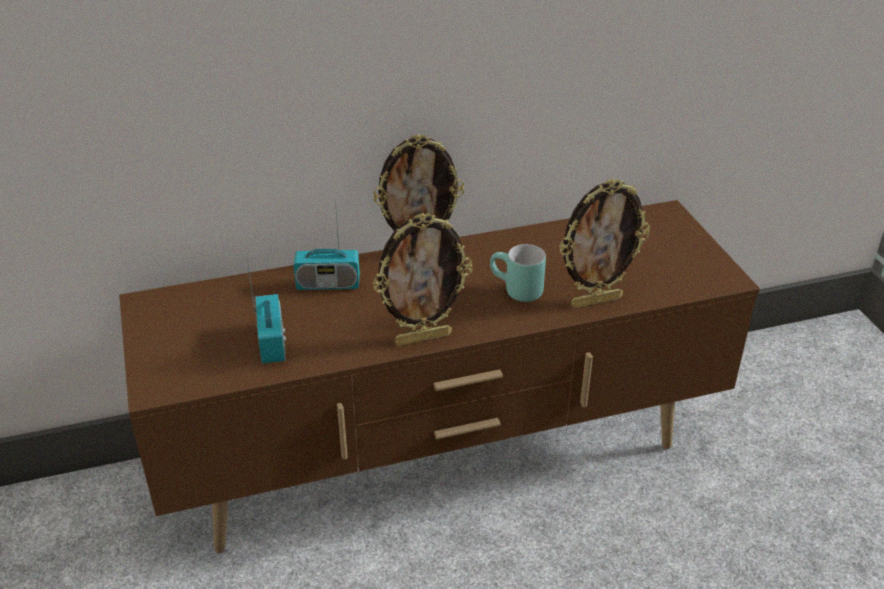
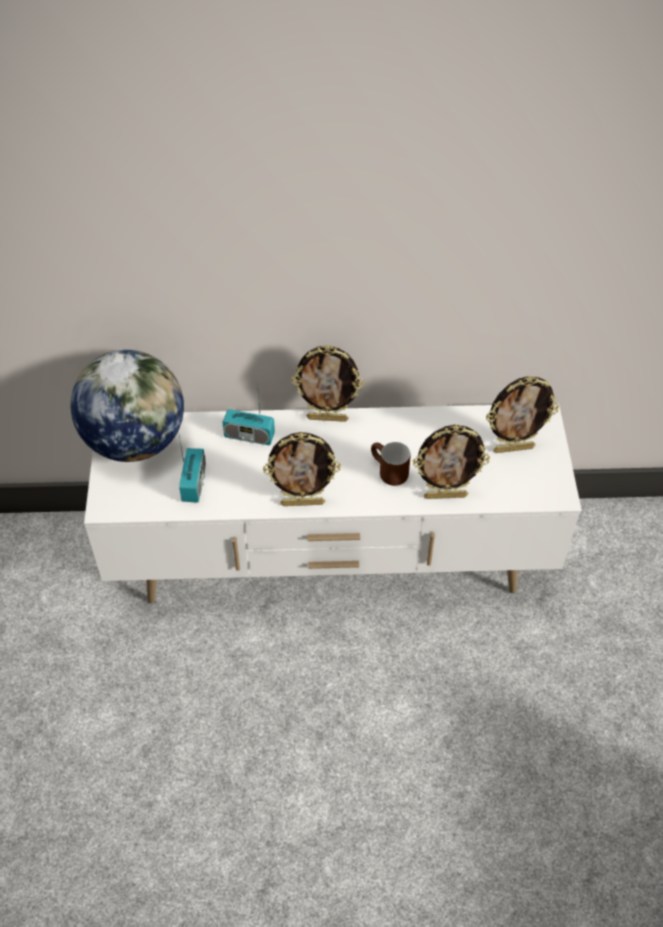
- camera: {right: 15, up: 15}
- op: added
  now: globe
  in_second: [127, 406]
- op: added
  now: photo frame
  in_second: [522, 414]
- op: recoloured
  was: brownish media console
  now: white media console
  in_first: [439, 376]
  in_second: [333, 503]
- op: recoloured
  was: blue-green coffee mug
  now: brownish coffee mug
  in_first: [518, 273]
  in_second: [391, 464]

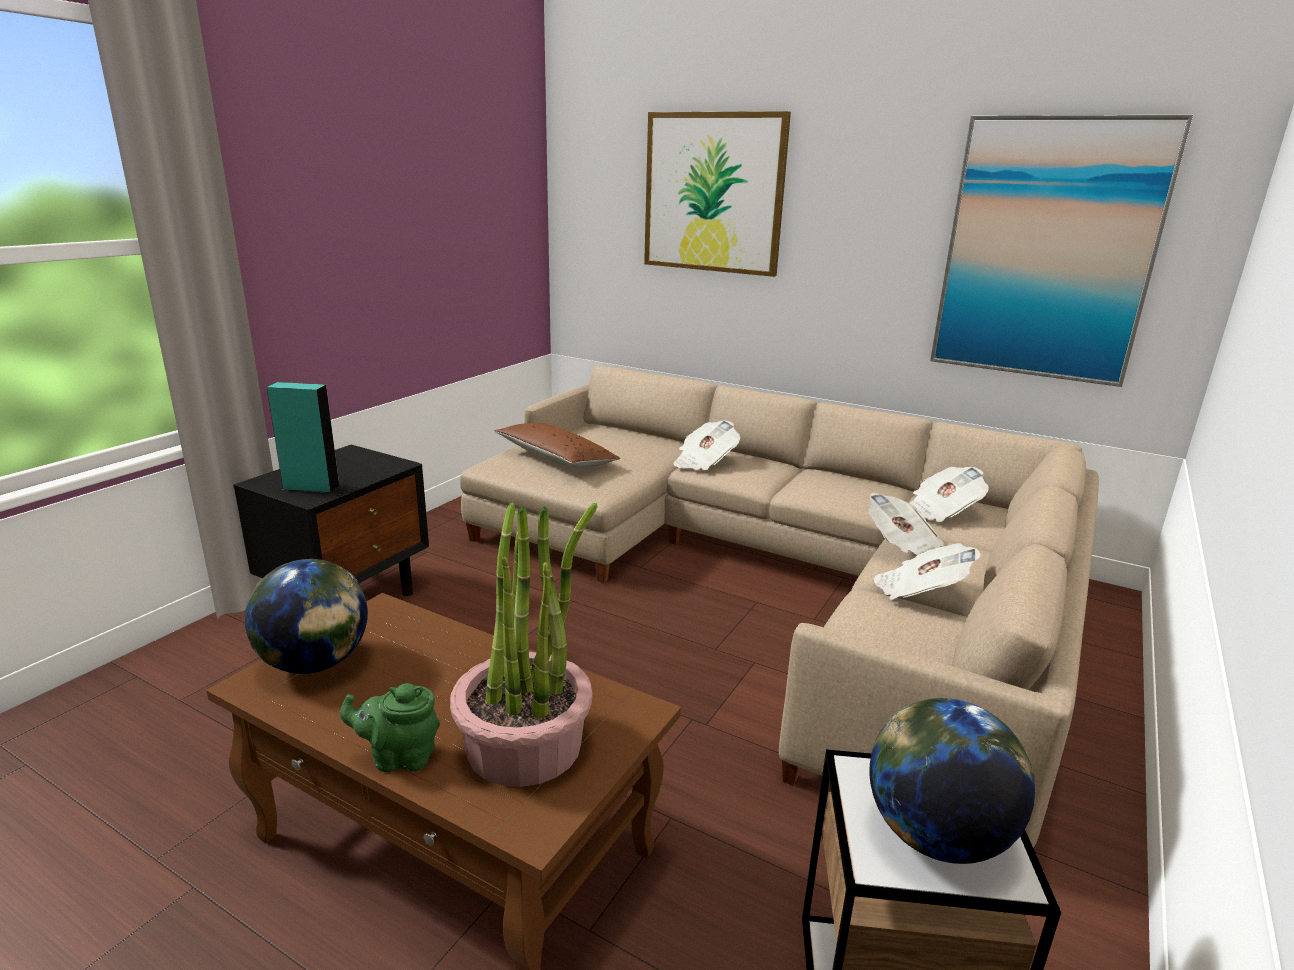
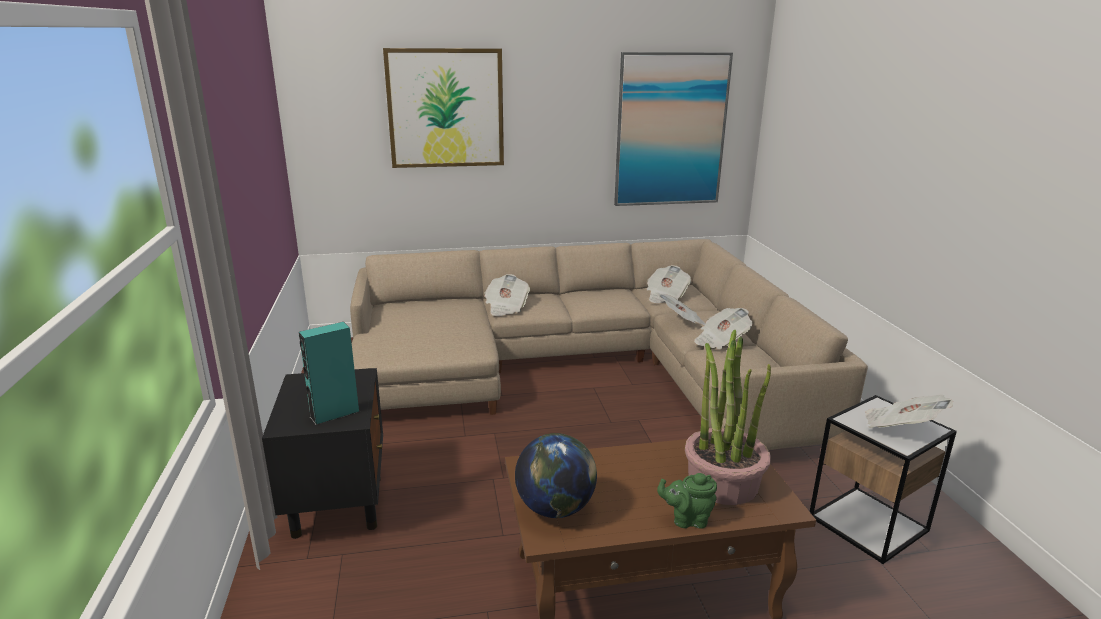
- camera: {right: -40, up: 0}
- op: removed
  was: brownish pillow
  in_first: [557, 445]
- op: replaced
  was: globe
  now: newspaper
  in_first: [952, 781]
  in_second: [909, 411]
- op: turned
  was: green pot for tea
  in_first: [390, 727]
  in_second: [687, 501]
  clockwise: 45

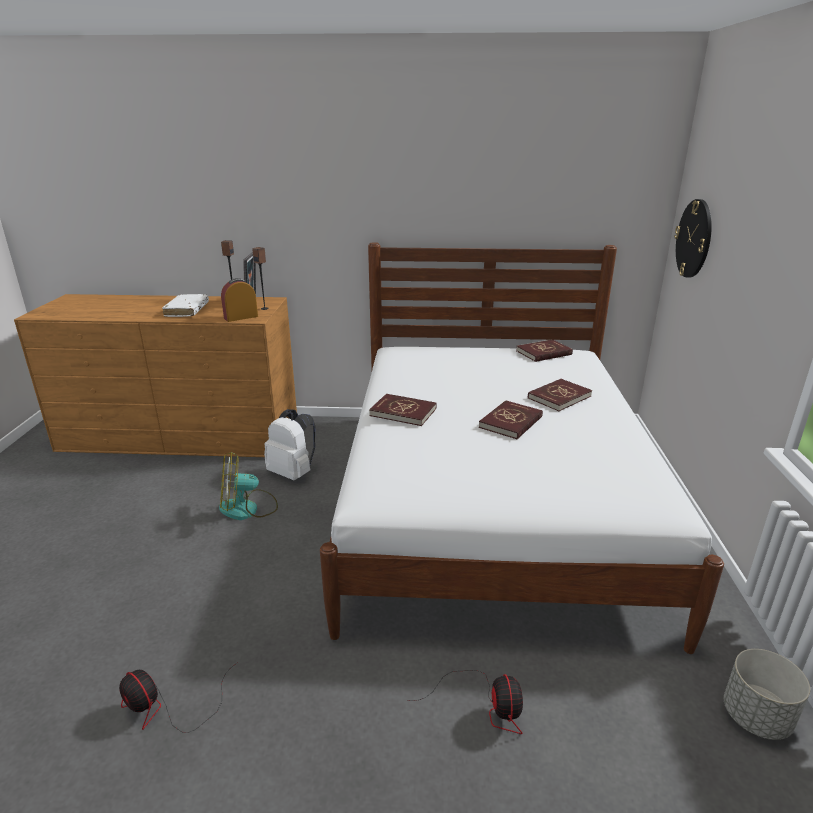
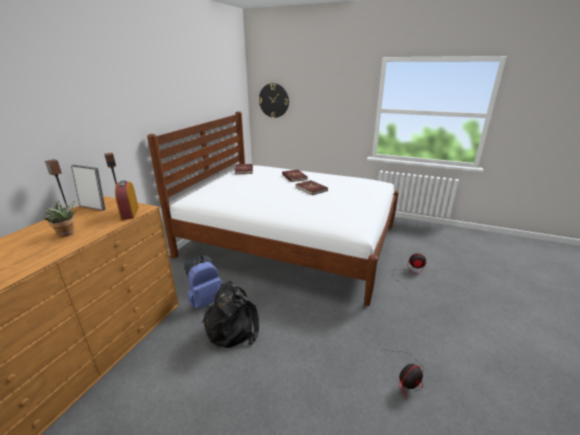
- camera: {right: -70, up: 0}
- op: removed
  was: red-coloured book
  in_first: [402, 410]
- op: removed
  was: gray planter
  in_first: [767, 694]
- op: replaced
  was: white book
  now: potted plant
  in_first: [185, 305]
  in_second: [60, 218]
- op: replaced
  was: cooling fan
  now: black knapsack
  in_first: [248, 486]
  in_second: [230, 314]
- op: recoloured
  was: white knapsack
  now: blue knapsack
  in_first: [290, 445]
  in_second: [203, 282]

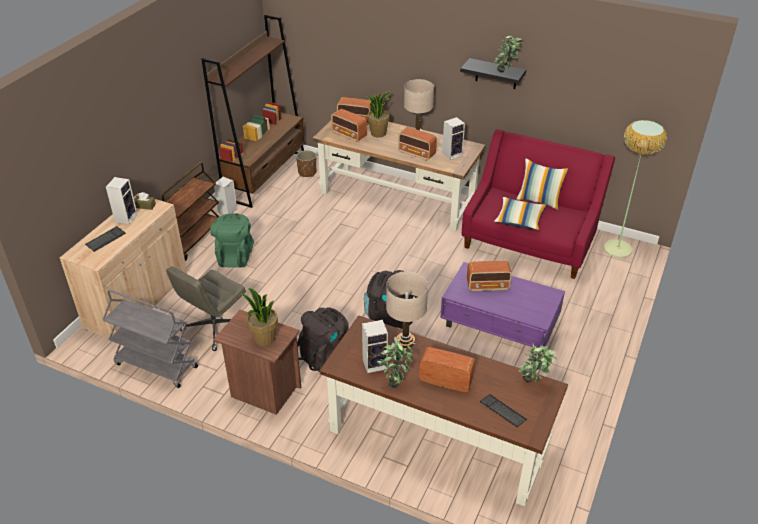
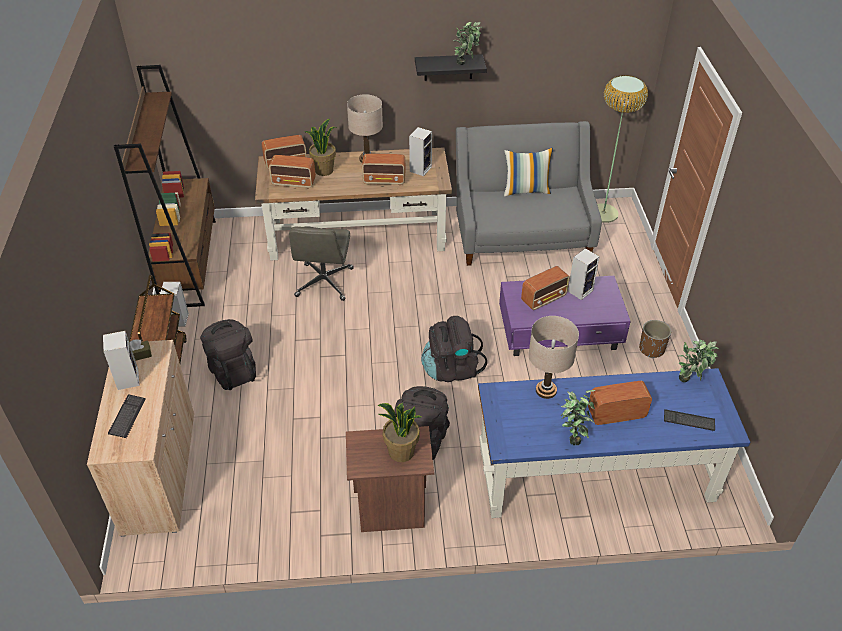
- camera: {right: -30, up: 5}
- op: removed
  was: gray cart
  in_first: [150, 339]
- op: removed
  was: pillow
  in_first: [520, 213]
- op: moved
  was: gray computer chair
  in_first: [206, 308]
  in_second: [321, 263]
- op: moved
  was: brownish planter
  in_first: [306, 163]
  in_second: [655, 339]
- op: moved
  was: audio speaker
  in_first: [375, 346]
  in_second: [584, 274]
- op: recoloured
  was: green knapsack
  now: black knapsack
  in_first: [232, 240]
  in_second: [228, 354]
- op: recoloured
  was: brownish desk table
  now: blue desk table
  in_first: [444, 411]
  in_second: [614, 443]
- op: recoloured
  was: red-coloured couch
  now: gray couch
  in_first: [538, 204]
  in_second: [529, 193]

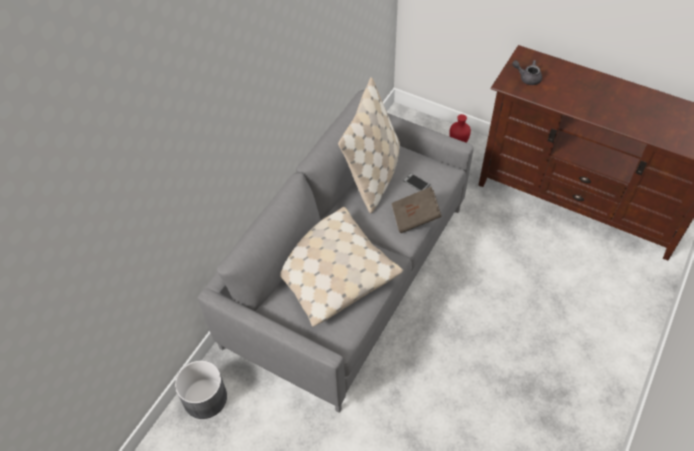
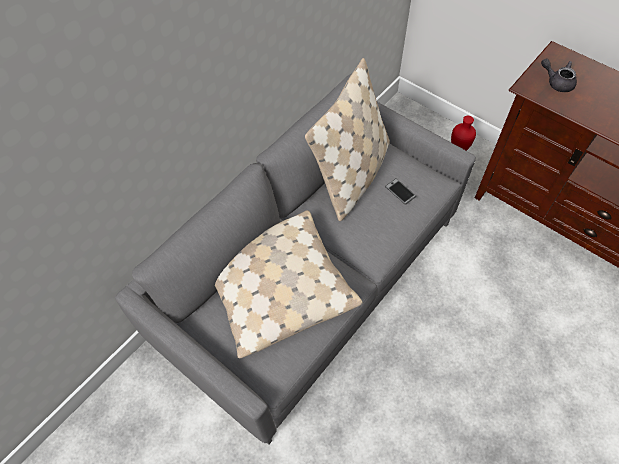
- camera: {right: 10, up: 5}
- op: removed
  was: gray planter
  in_first: [201, 389]
- op: removed
  was: brownish book
  in_first: [416, 210]

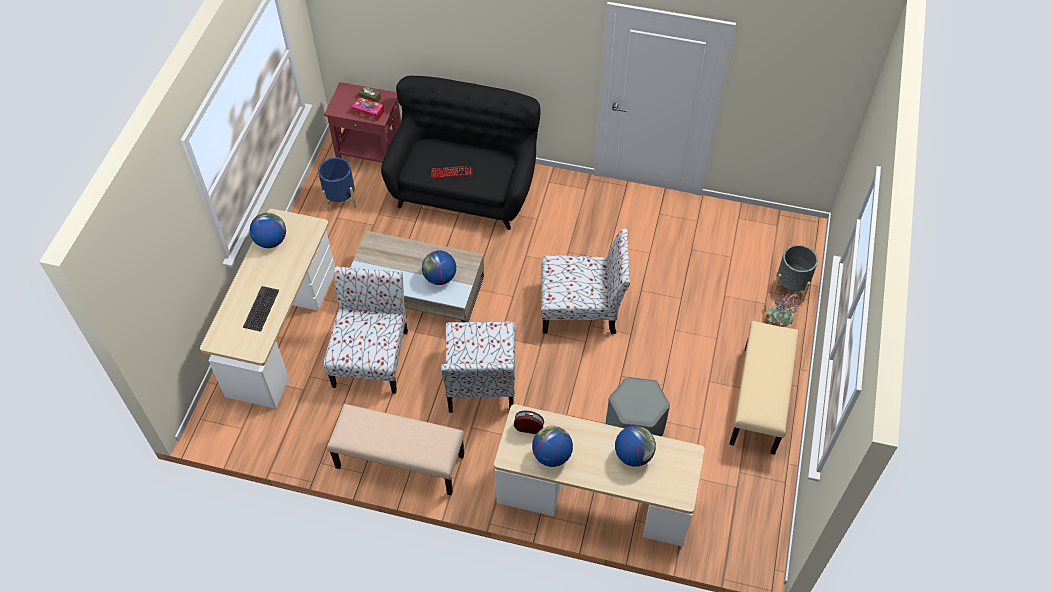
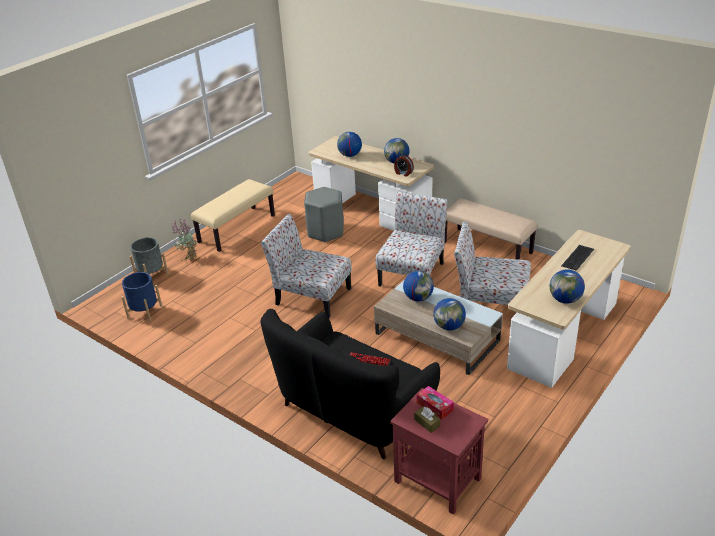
- camera: {right: -155, up: -20}
- op: added
  now: globe
  in_second: [449, 314]
- op: moved
  was: blue planter
  in_first: [337, 184]
  in_second: [141, 296]
- op: turned
  was: plain chair
  in_first: [366, 330]
  in_second: [492, 263]
  clockwise: 75

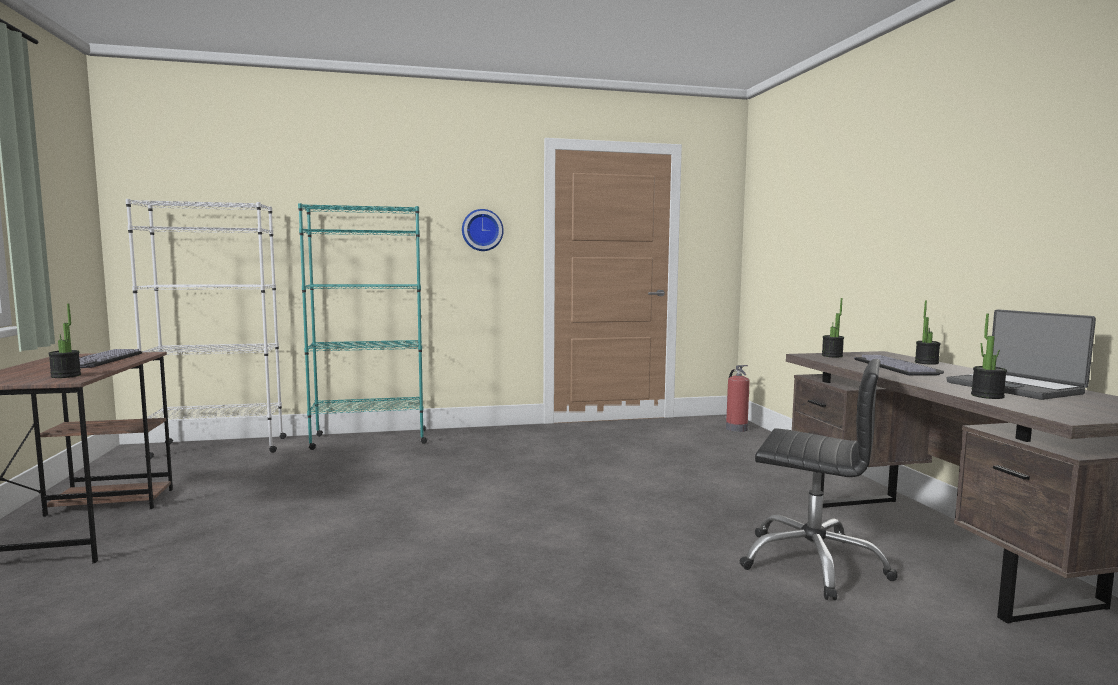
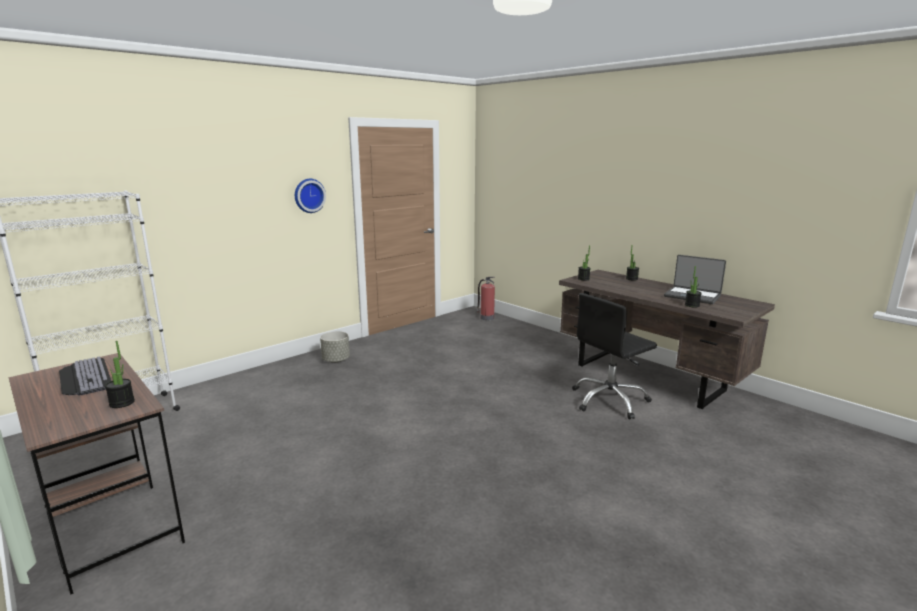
- camera: {right: -30, up: 10}
- op: removed
  was: blue-green bookshelf
  in_first: [362, 326]
- op: removed
  was: computer keyboard
  in_first: [899, 365]
- op: added
  now: gray planter
  in_second: [335, 347]
- op: turned
  was: black computer chair
  in_first: [818, 479]
  in_second: [614, 356]
  clockwise: 150

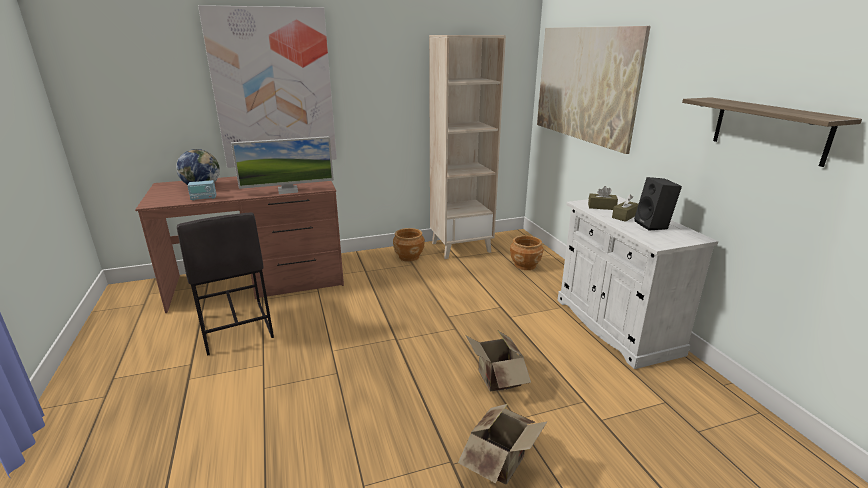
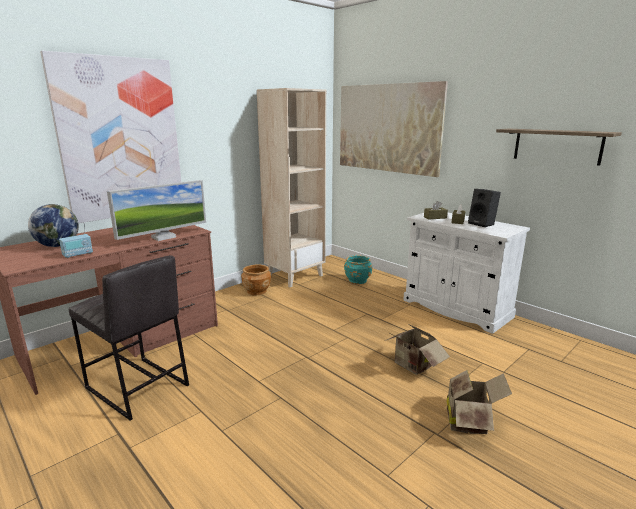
- camera: {right: -25, up: -5}
- op: recoloured
  was: brownish planter
  now: blue-green planter
  in_first: [526, 252]
  in_second: [358, 269]

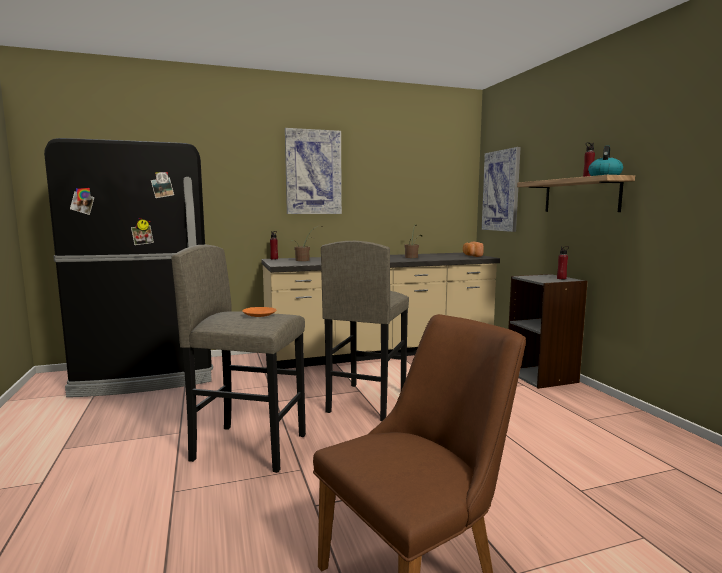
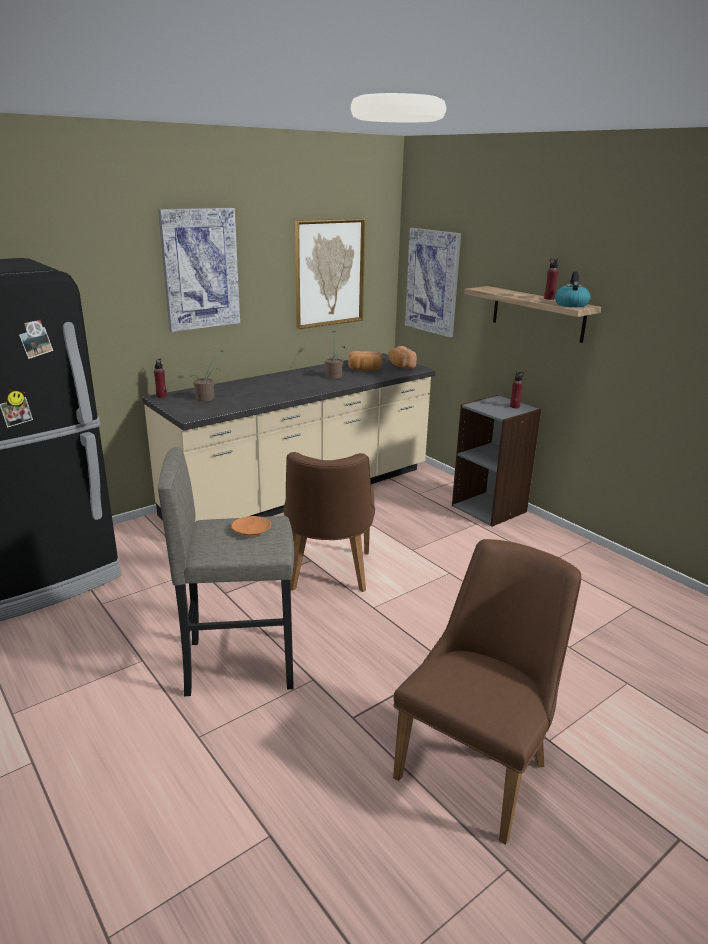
- camera: {right: -20, up: 15}
- op: added
  now: wall art
  in_second: [330, 273]
- op: added
  now: baked bread
  in_second: [365, 361]
- op: replaced
  was: gray sitting stool
  now: brownish plain chair
  in_first: [365, 331]
  in_second: [329, 522]

